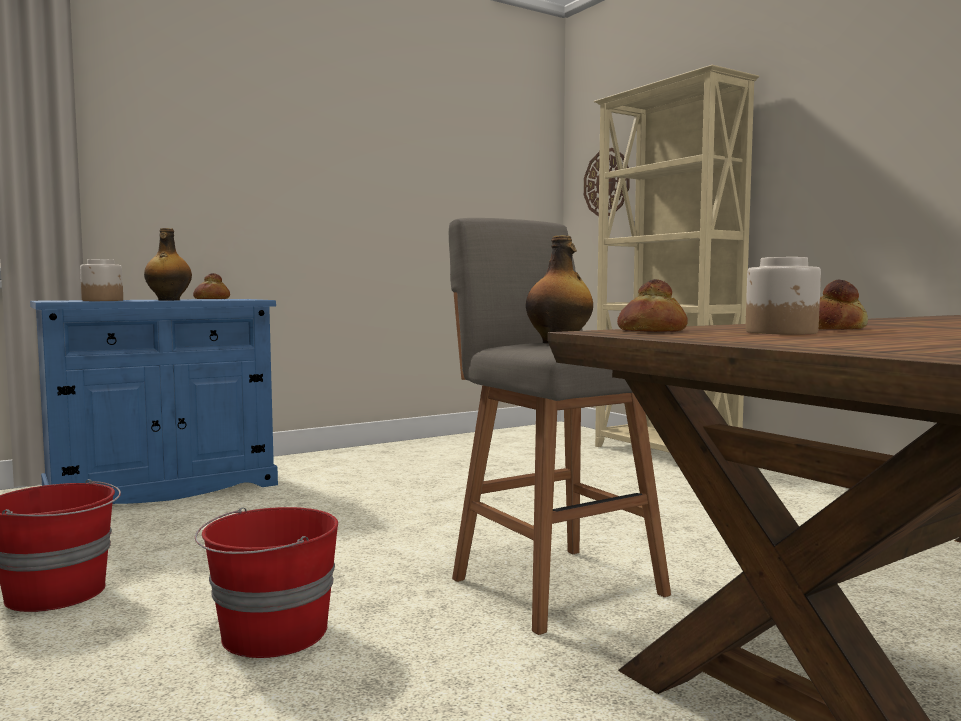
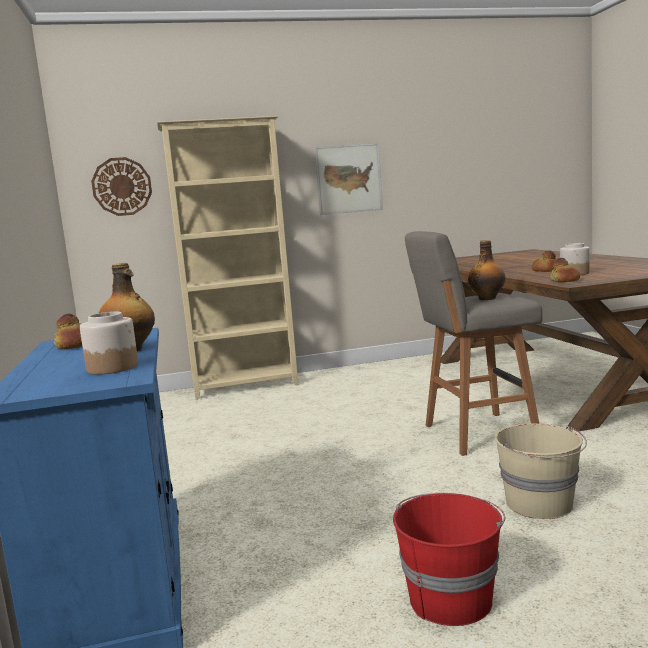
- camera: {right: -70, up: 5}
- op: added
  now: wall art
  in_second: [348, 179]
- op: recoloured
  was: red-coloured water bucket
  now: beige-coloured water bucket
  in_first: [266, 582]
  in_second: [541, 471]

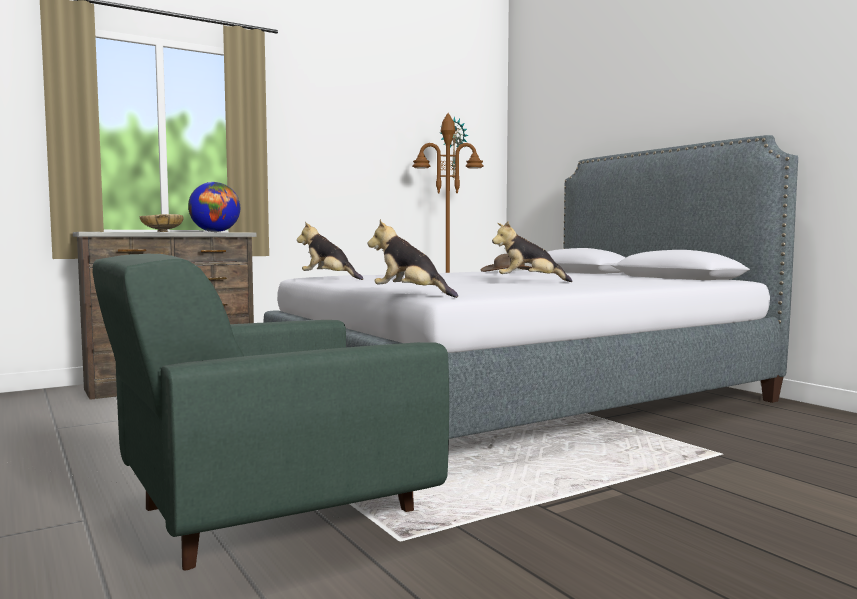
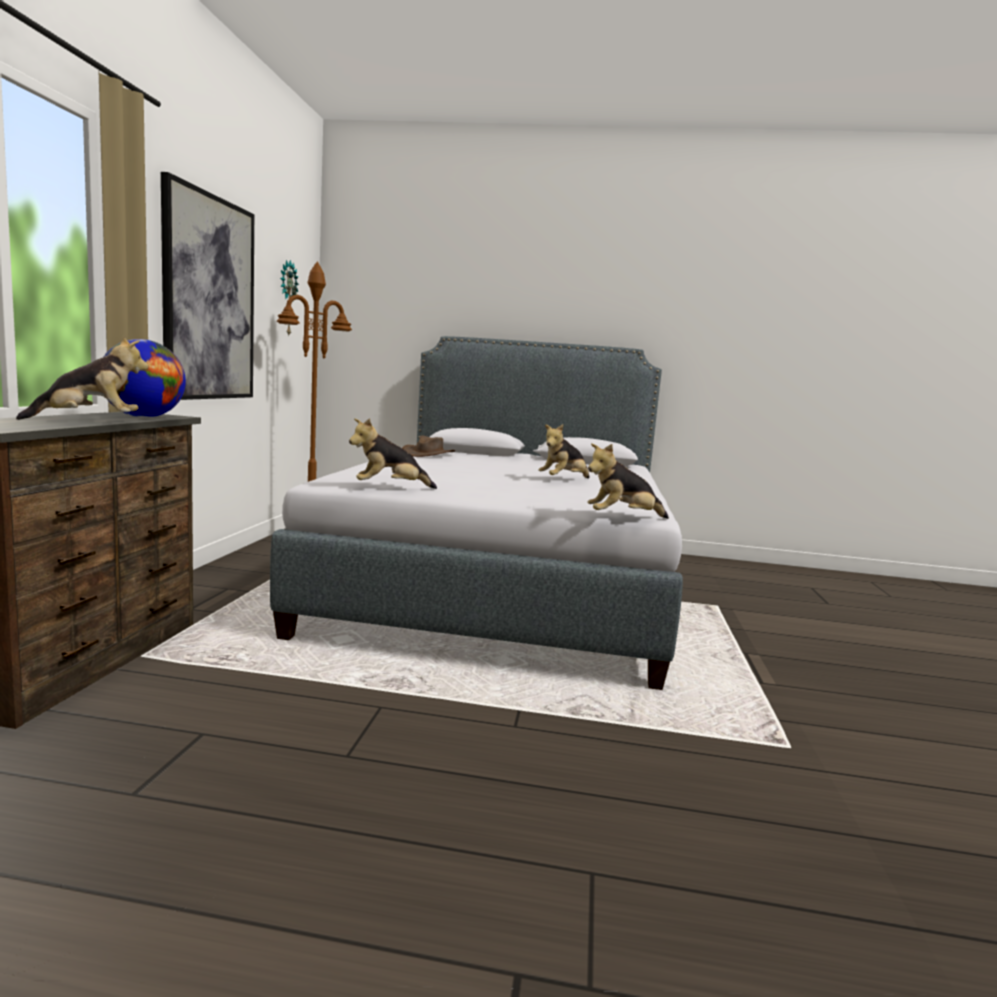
- camera: {right: -50, up: 5}
- op: removed
  was: green easy chair
  in_first: [271, 412]
- op: added
  now: wall art
  in_second: [207, 286]
- op: replaced
  was: beige-coloured deep dish
  now: soft toy
  in_first: [162, 223]
  in_second: [82, 378]

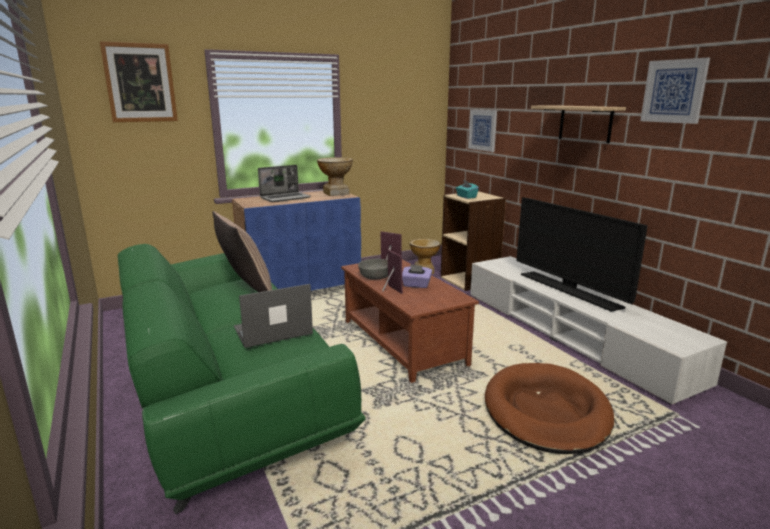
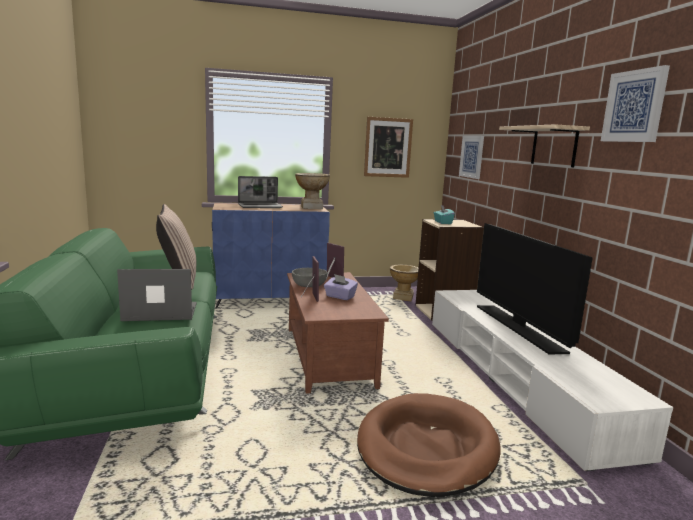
- camera: {right: 15, up: -5}
- op: moved
  was: wall art
  in_first: [139, 81]
  in_second: [388, 147]

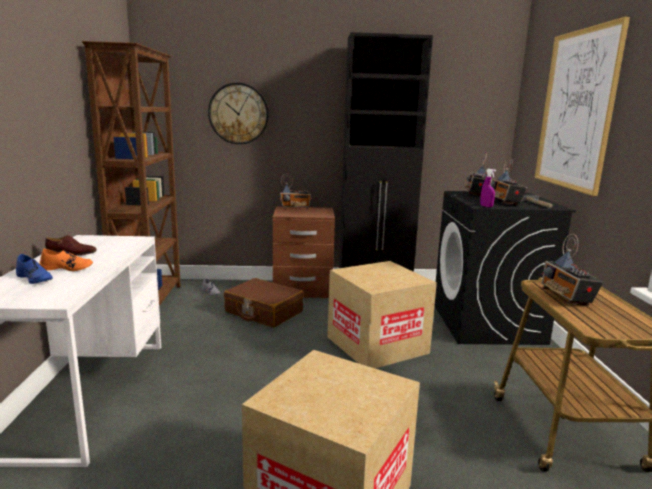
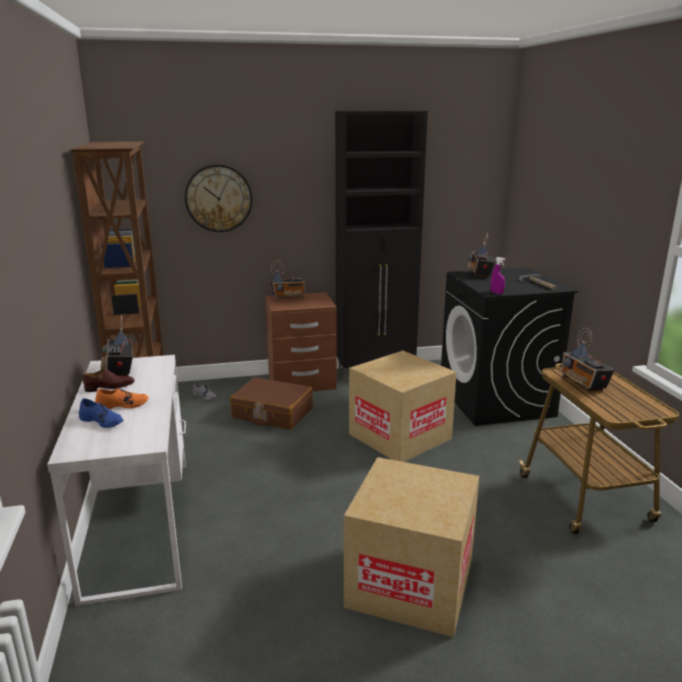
- camera: {right: -10, up: 5}
- op: removed
  was: wall art
  in_first: [582, 106]
- op: moved
  was: radio set
  in_first: [508, 181]
  in_second: [117, 345]

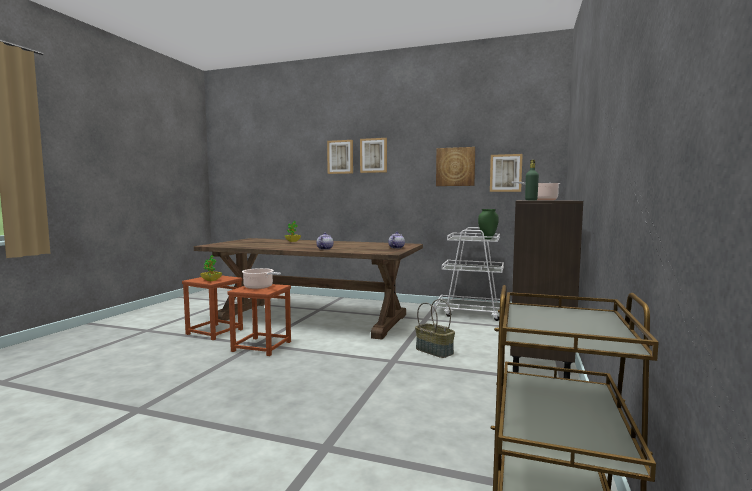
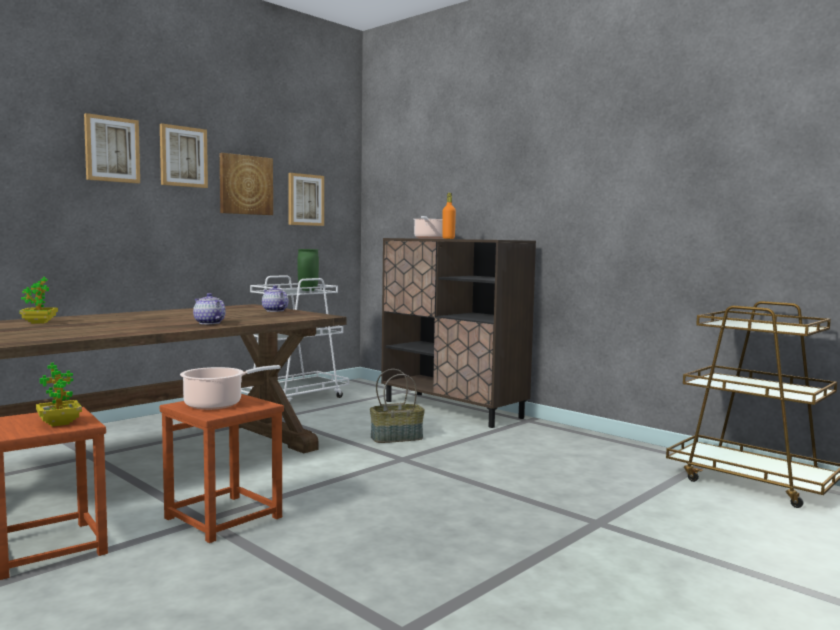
- camera: {right: -65, up: 0}
- op: moved
  was: wall art
  in_first: [340, 157]
  in_second: [184, 155]
- op: recoloured
  was: green bottle
  now: orange-coloured bottle
  in_first: [532, 180]
  in_second: [449, 216]

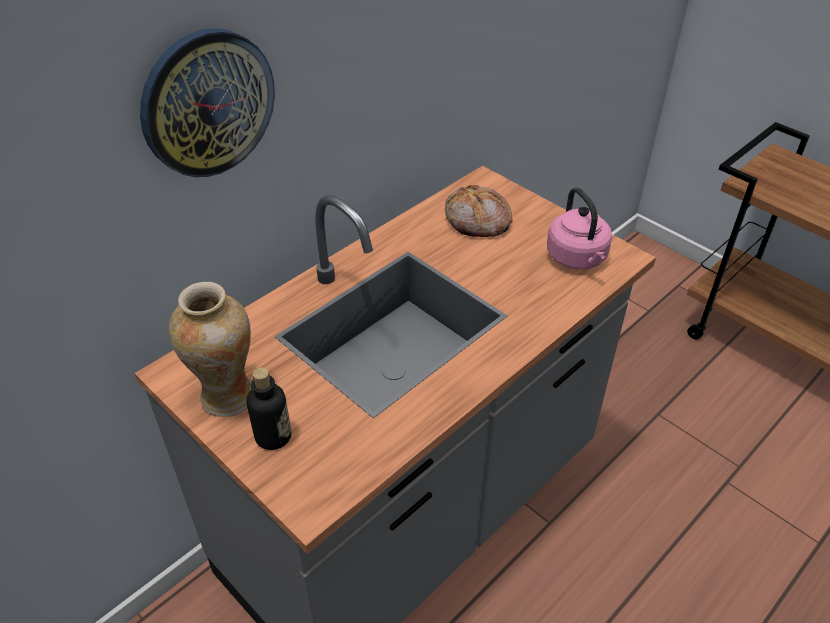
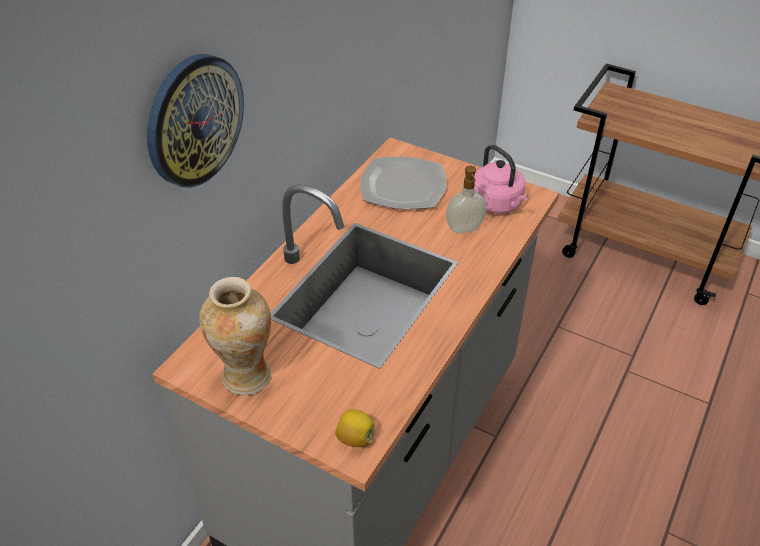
- camera: {right: -15, up: 0}
- op: removed
  was: bottle
  in_first: [269, 408]
- op: added
  now: citrus fruit
  in_second: [355, 428]
- op: added
  now: soap bottle
  in_second: [466, 199]
- op: replaced
  was: baked bread
  now: flat dish
  in_first: [479, 211]
  in_second: [403, 183]

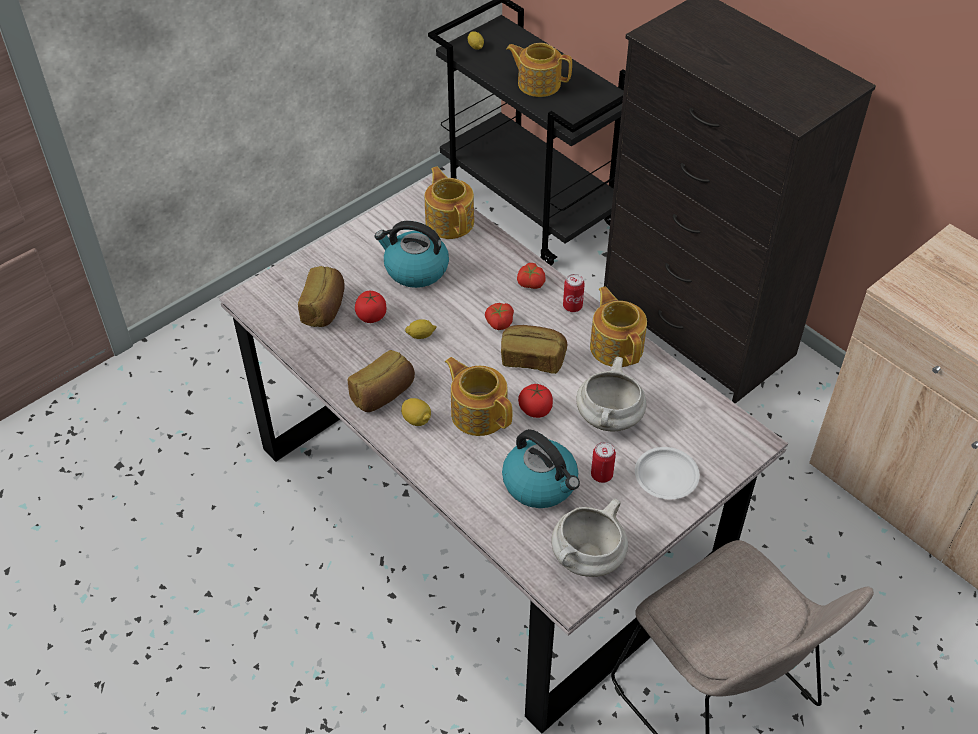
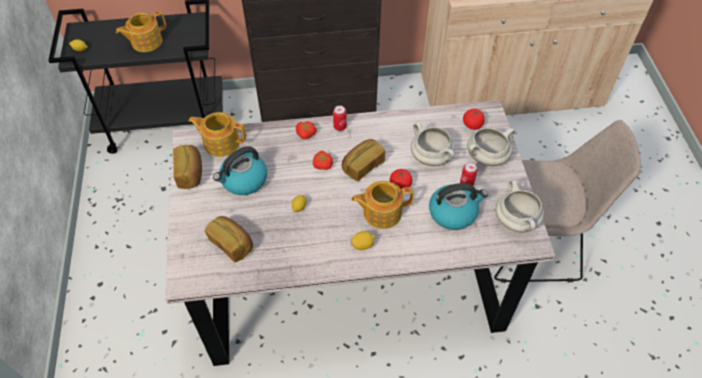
- camera: {right: -55, up: 5}
- op: removed
  was: pot for tea
  in_first: [618, 326]
- op: moved
  was: baked bread
  in_first: [381, 381]
  in_second: [187, 167]
- op: moved
  was: fresh tomato
  in_first: [371, 307]
  in_second: [474, 119]
- op: replaced
  was: white flat dish
  now: white stockpot
  in_first: [667, 473]
  in_second: [491, 147]

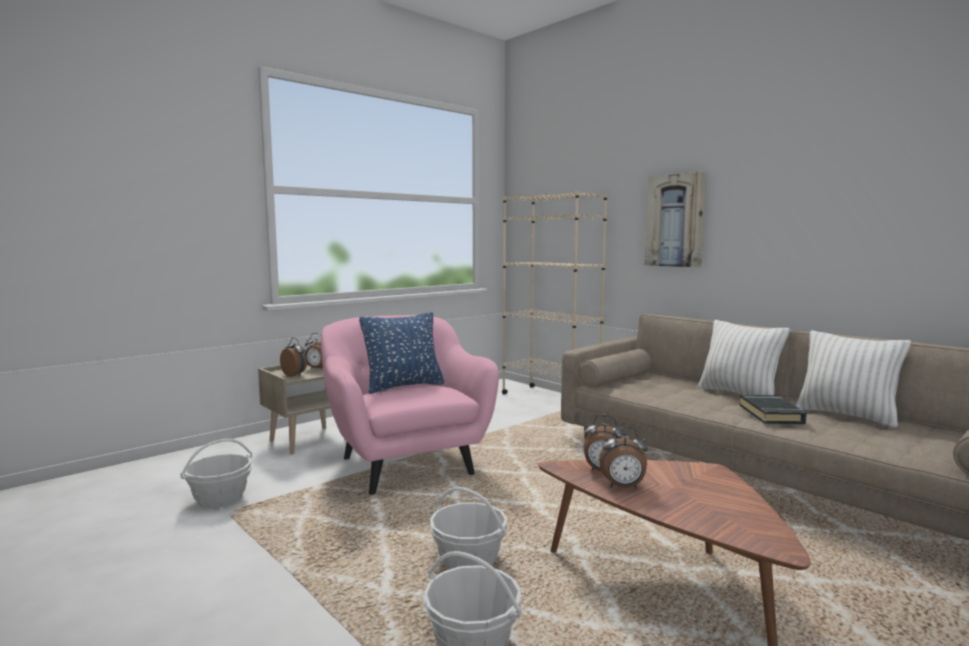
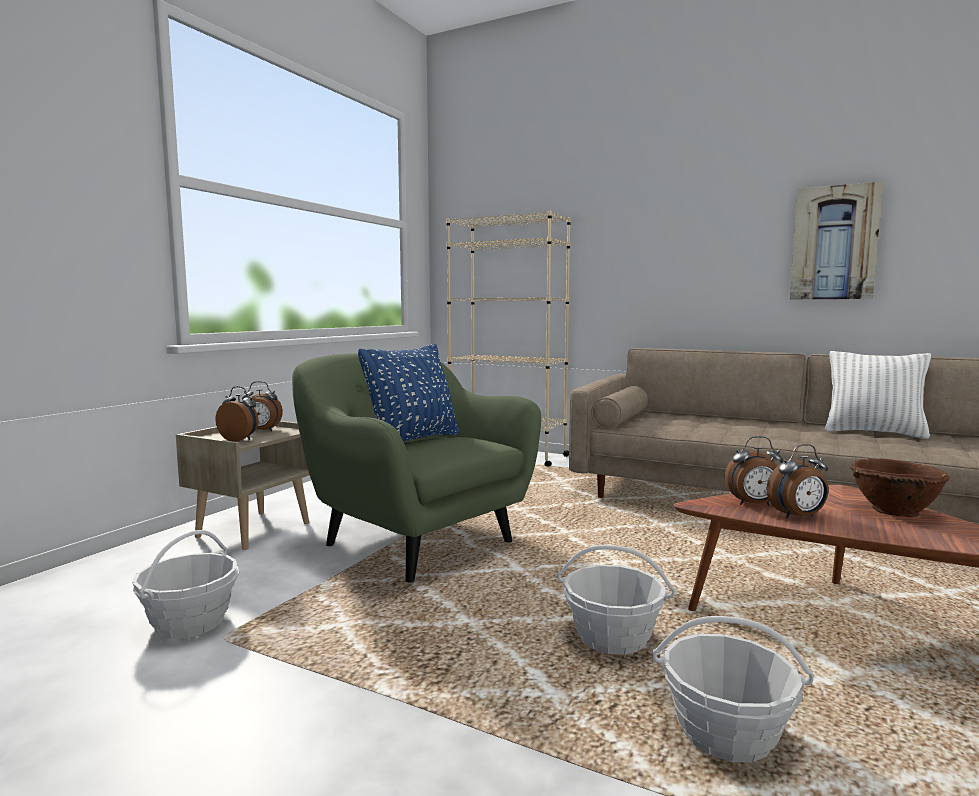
- camera: {right: -20, up: 0}
- op: removed
  was: white pillow
  in_first: [744, 357]
- op: removed
  was: black book
  in_first: [773, 409]
- op: added
  now: brownish deep dish
  in_second: [899, 488]
- op: moved
  was: wall art
  in_first: [675, 220]
  in_second: [836, 241]
- op: recoloured
  was: pink-coloured easy chair
  now: green easy chair
  in_first: [410, 405]
  in_second: [416, 467]

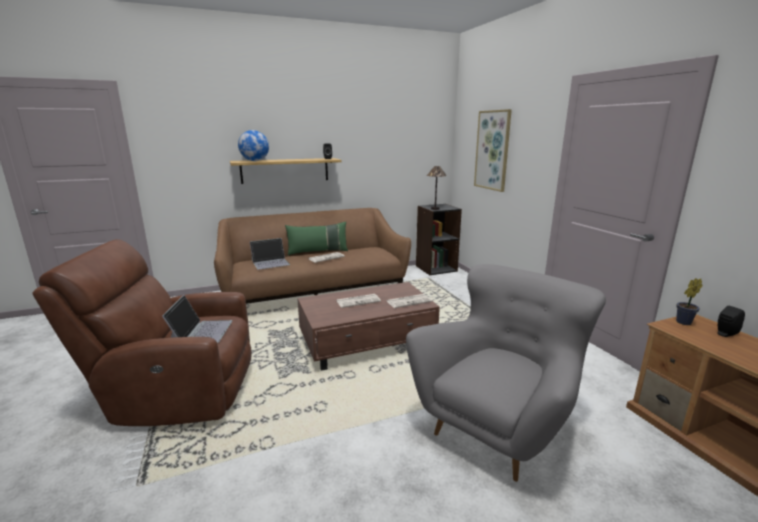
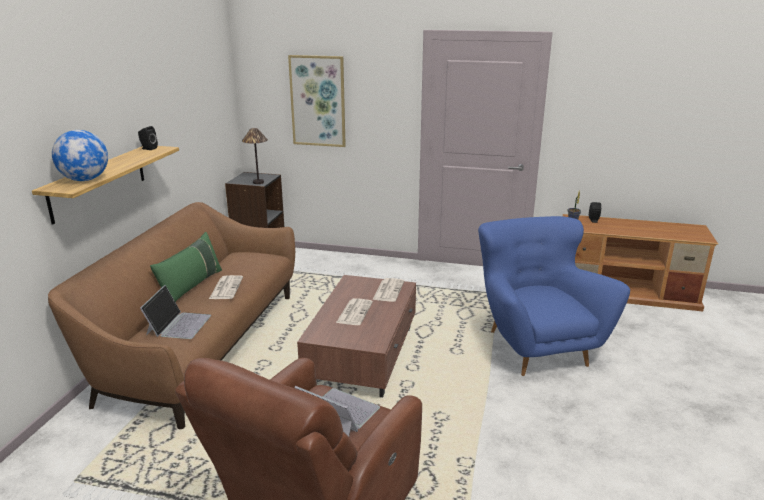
- camera: {right: -55, up: 5}
- op: recoloured
  was: gray easy chair
  now: blue easy chair
  in_first: [506, 373]
  in_second: [554, 296]

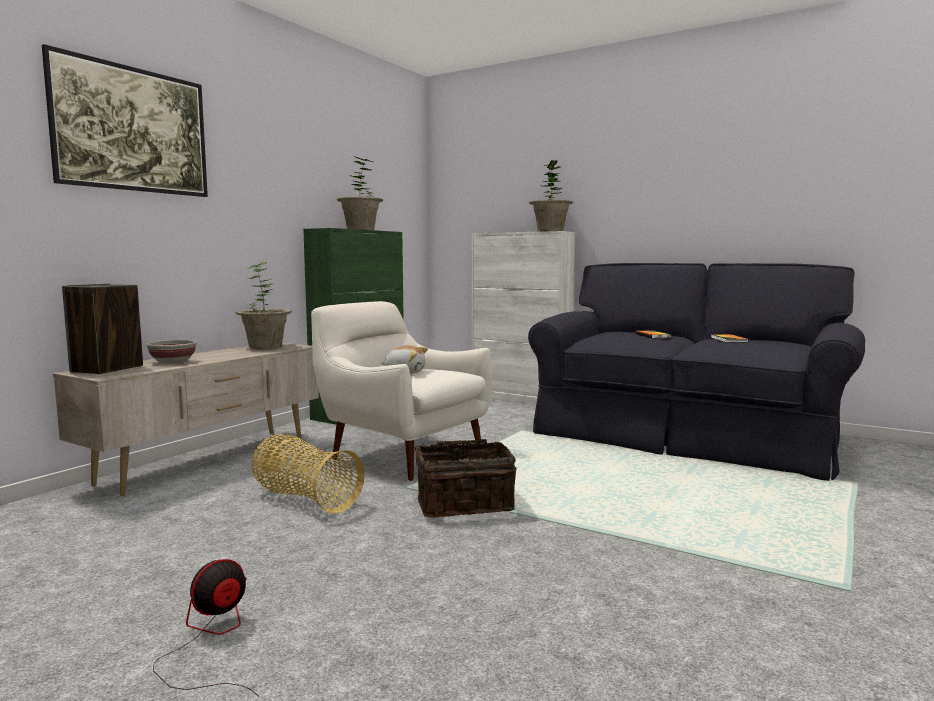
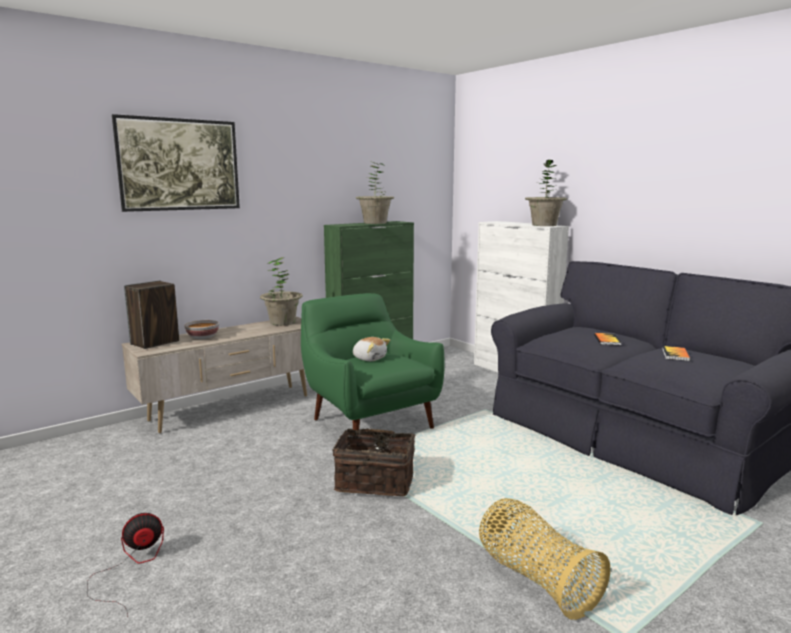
- camera: {right: 20, up: 5}
- op: moved
  was: storage basket
  in_first: [308, 474]
  in_second: [544, 559]
- op: recoloured
  was: white easy chair
  now: green easy chair
  in_first: [401, 391]
  in_second: [373, 361]

